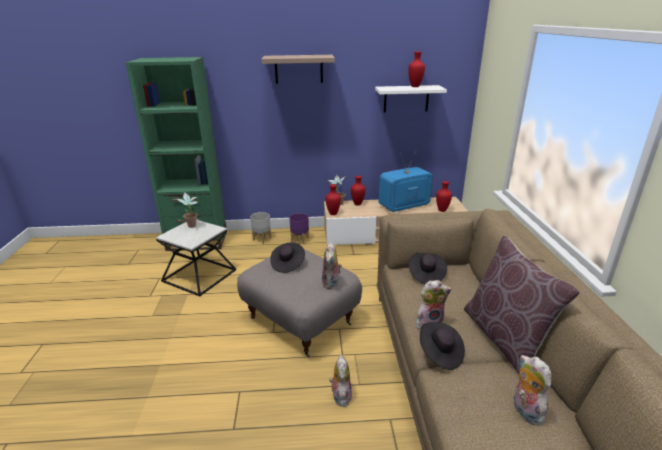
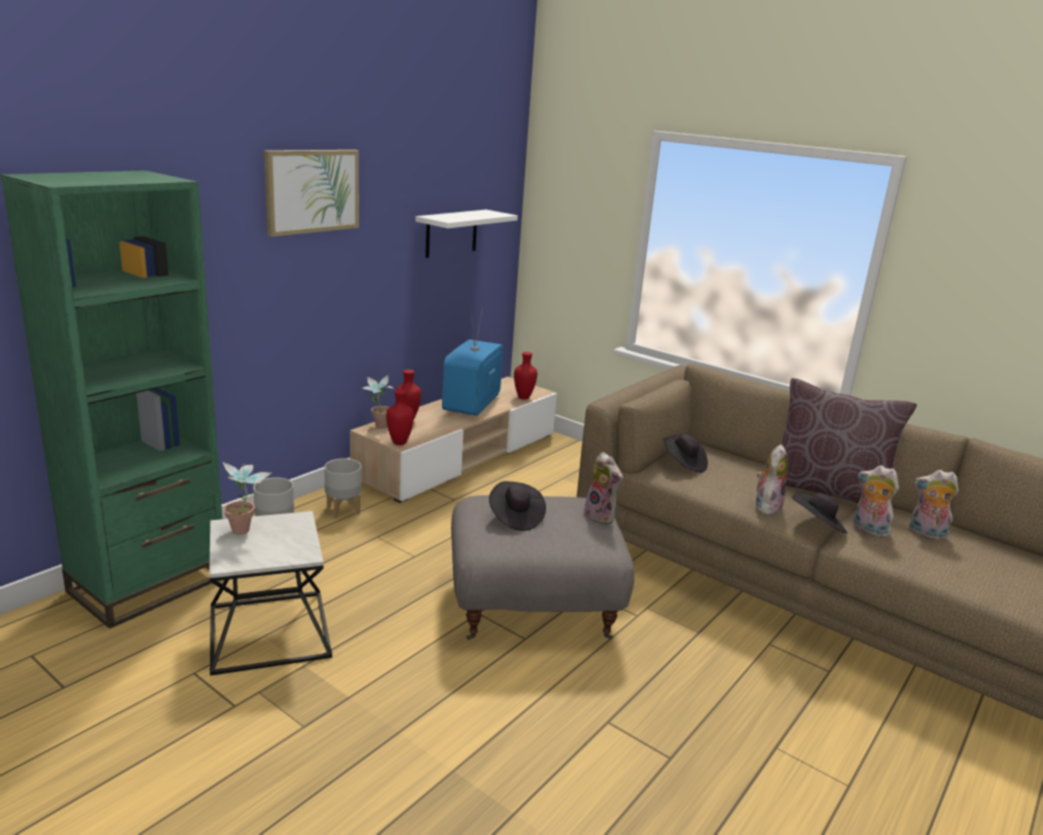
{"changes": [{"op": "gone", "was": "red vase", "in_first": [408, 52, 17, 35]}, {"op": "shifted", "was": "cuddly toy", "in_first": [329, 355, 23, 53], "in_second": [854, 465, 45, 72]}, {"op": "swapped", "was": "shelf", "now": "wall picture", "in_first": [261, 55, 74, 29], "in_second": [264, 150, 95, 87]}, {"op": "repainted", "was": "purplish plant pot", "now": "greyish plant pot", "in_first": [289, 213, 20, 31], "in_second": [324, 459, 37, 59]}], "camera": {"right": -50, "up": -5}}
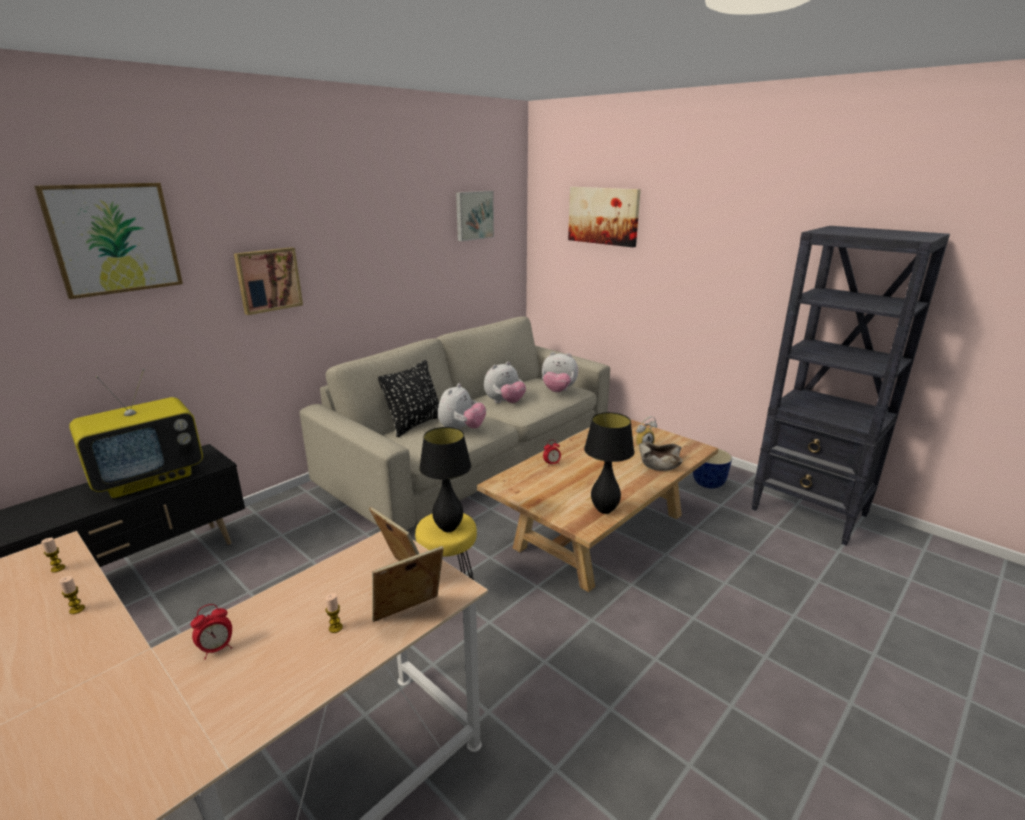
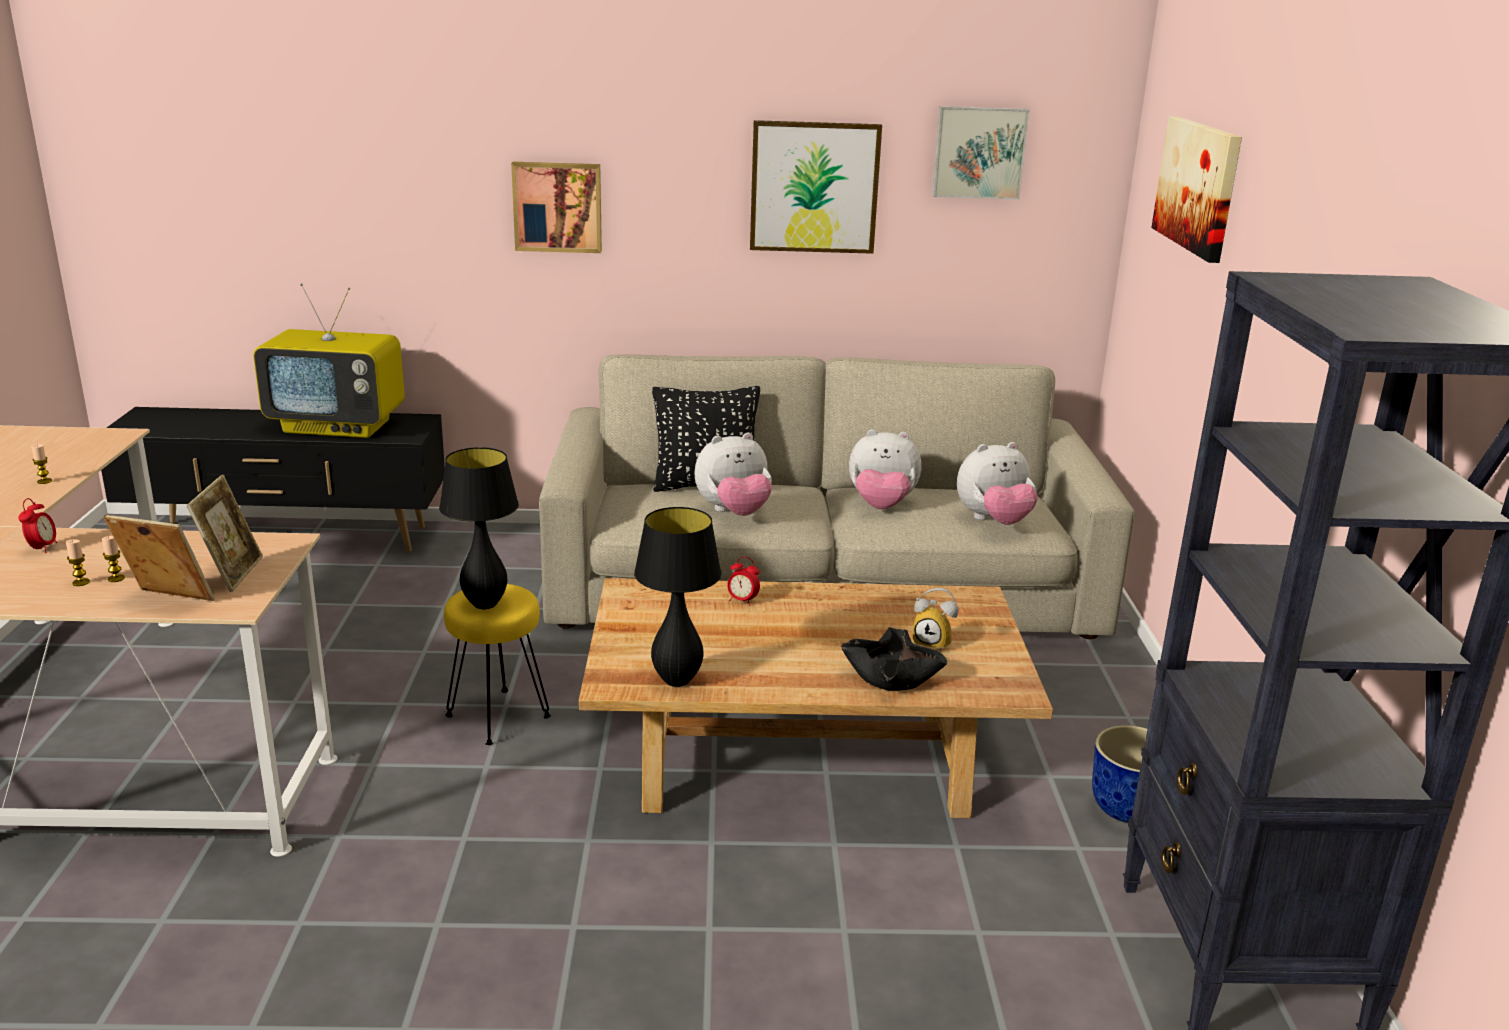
{"changes": [{"op": "shifted", "was": "wall picture", "in_first": [34, 183, 149, 116], "in_second": [750, 120, 132, 134]}, {"op": "shifted", "was": "candle", "in_first": [41, 538, 24, 35], "in_second": [66, 539, 24, 47]}, {"op": "repainted", "was": "beige-coloured serving bowl", "now": "black serving bowl", "in_first": [639, 442, 44, 29], "in_second": [841, 627, 106, 64]}, {"op": "rotated", "was": "table clock", "in_first": [191, 604, 41, 55], "in_second": [19, 498, 38, 55], "clockwise": -105}, {"op": "rotated", "was": "cuddly toy", "in_first": [542, 352, 36, 40], "in_second": [957, 442, 81, 83], "clockwise": -75}], "camera": {"right": 45, "up": 0}}
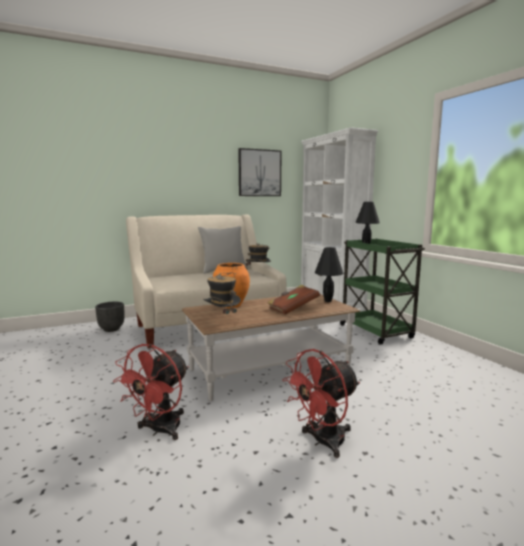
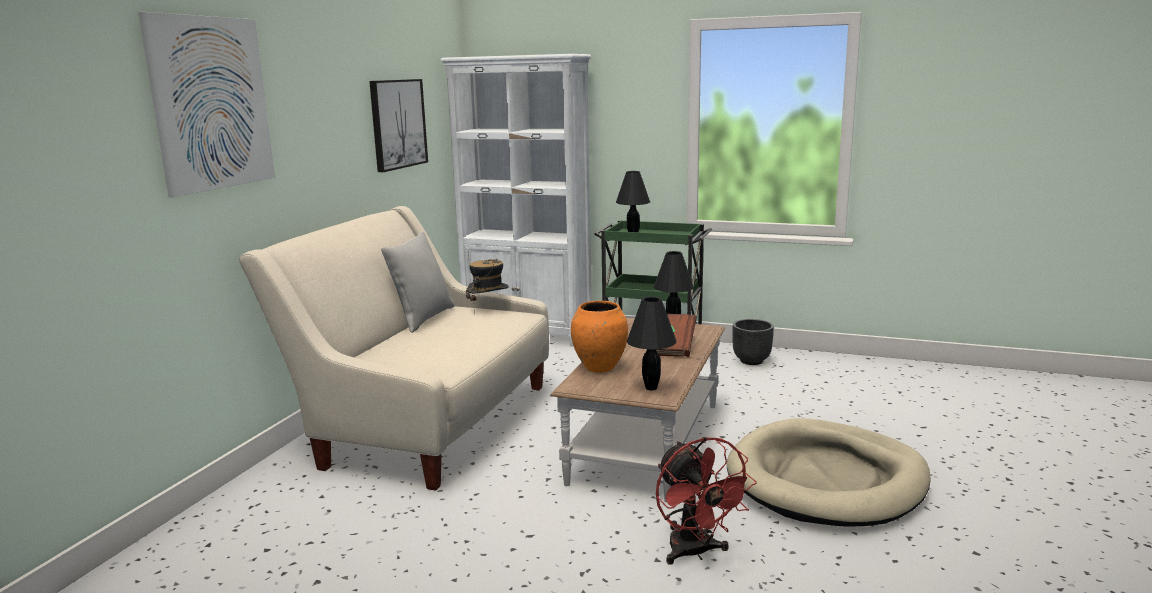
{"changes": [{"op": "new", "now": "wall picture", "in_second": [138, 12, 137, 185]}, {"op": "shifted", "was": "black plant pot", "in_first": [95, 301, 29, 31], "in_second": [732, 319, 42, 46]}, {"op": "swapped", "was": "hat", "now": "black tabletop lamp", "in_first": [203, 272, 38, 42], "in_second": [627, 296, 49, 94]}, {"op": "swapped", "was": "red fan", "now": "beige-coloured dog bed", "in_first": [282, 349, 78, 109], "in_second": [727, 418, 204, 109]}], "camera": {"right": -45, "up": 5}}
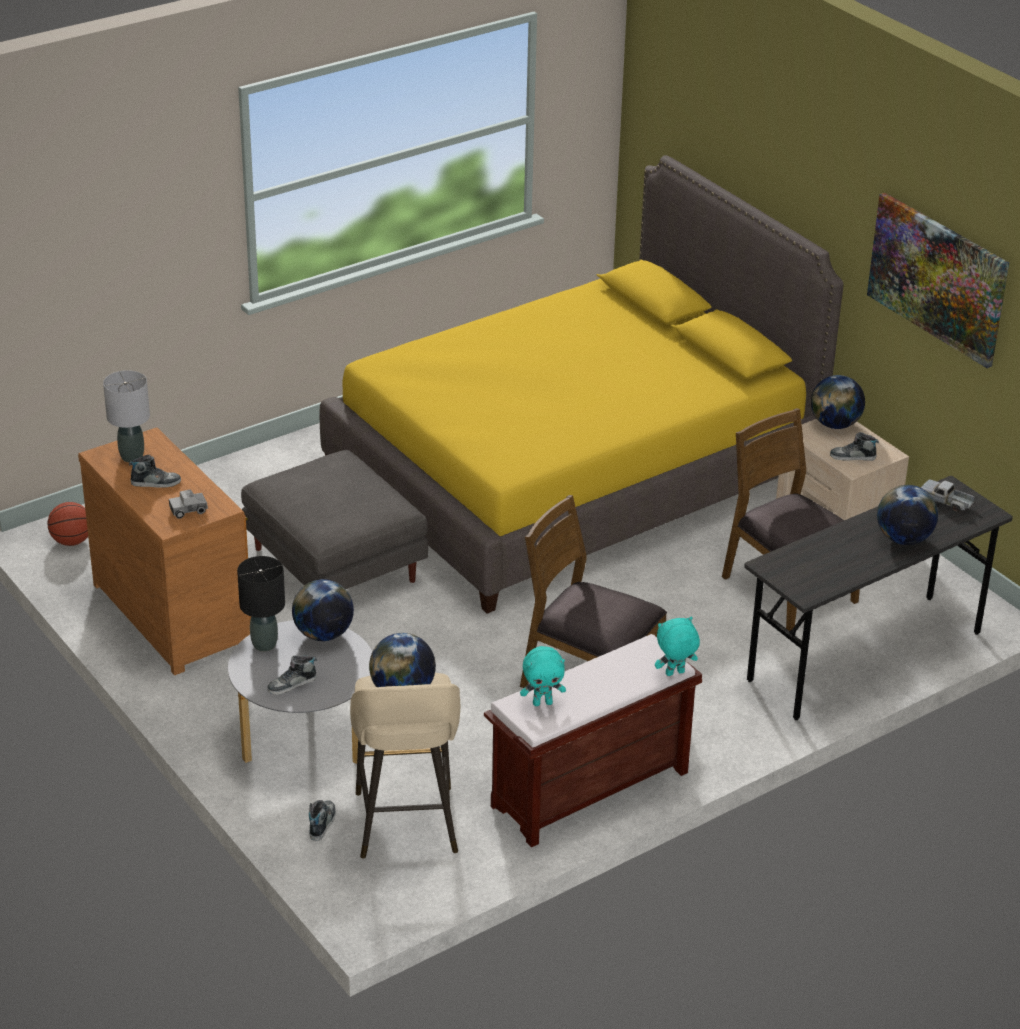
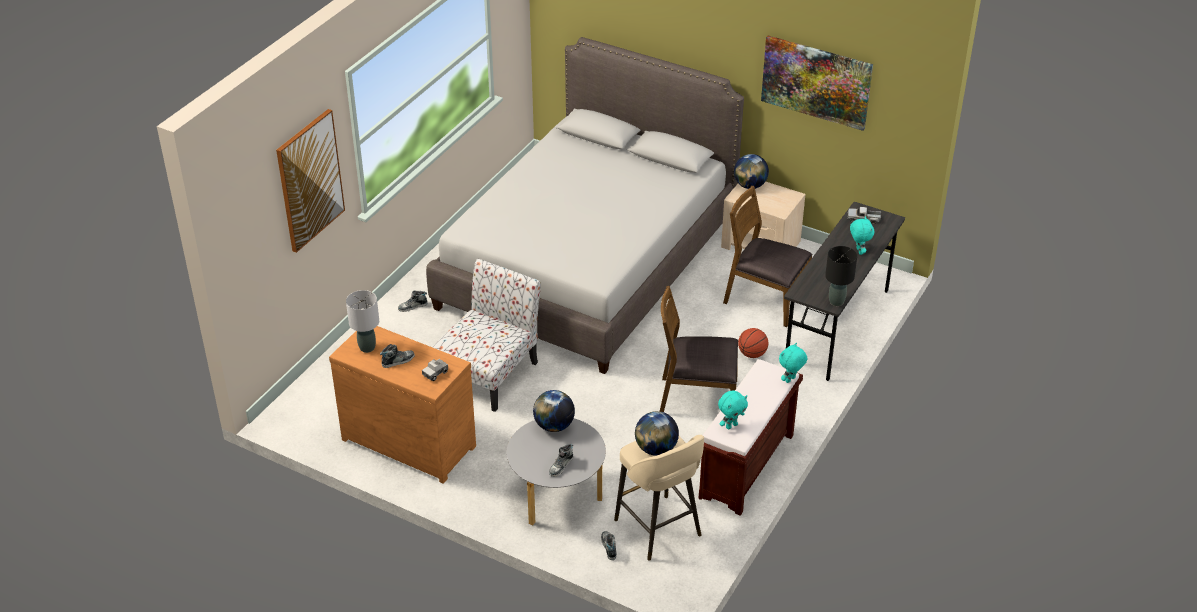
{"changes": [{"op": "new", "now": "wall picture", "in_second": [276, 109, 69, 144]}, {"op": "shifted", "was": "basketball", "in_first": [48, 502, 40, 44], "in_second": [738, 328, 30, 30]}, {"op": "shifted", "was": "black tabletop lamp", "in_first": [237, 556, 48, 95], "in_second": [825, 246, 32, 60]}, {"op": "shifted", "was": "shoe", "in_first": [830, 432, 49, 29], "in_second": [398, 291, 29, 21]}, {"op": "swapped", "was": "greyish ottoman", "now": "plain chair", "in_first": [241, 450, 187, 139], "in_second": [432, 259, 109, 153]}, {"op": "swapped", "was": "desk globe", "now": "blue-green cuddly toy", "in_first": [877, 485, 61, 60], "in_second": [850, 216, 24, 39]}, {"op": "repainted", "was": "yellow sleeping bed", "now": "greyish sleeping bed", "in_first": [320, 155, 524, 458], "in_second": [426, 37, 318, 337]}], "camera": {"right": -25, "up": 5}}
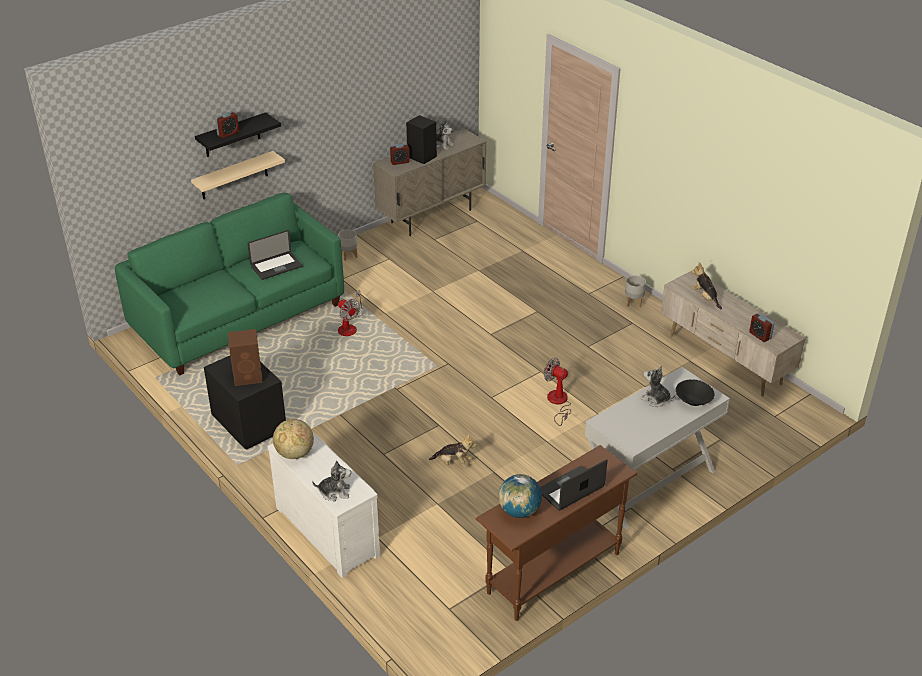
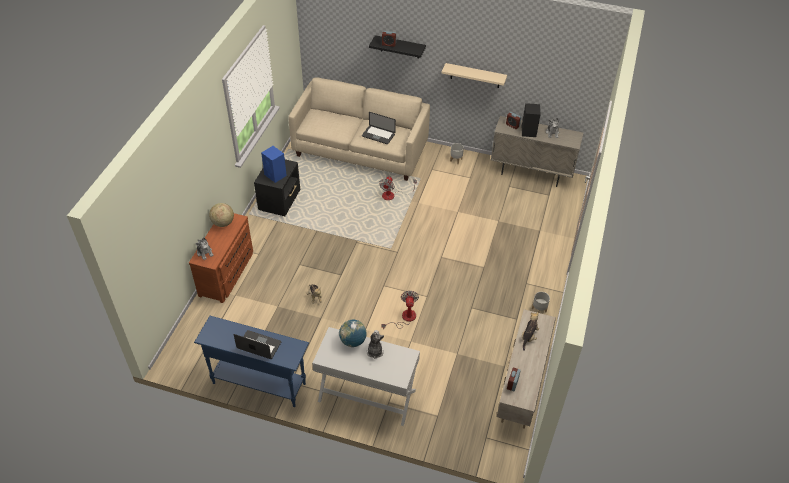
{"changes": [{"op": "gone", "was": "black serving bowl", "in_first": [676, 379, 39, 27]}, {"op": "shifted", "was": "beige-coloured shelf", "in_first": [191, 151, 94, 48], "in_second": [442, 63, 65, 25]}, {"op": "shifted", "was": "desk globe", "in_first": [499, 474, 43, 44], "in_second": [339, 320, 28, 27]}, {"op": "repainted", "was": "green settee", "now": "beige-coloured settee", "in_first": [115, 193, 229, 182], "in_second": [289, 77, 141, 104]}, {"op": "repainted", "was": "brownish speaker", "now": "bluish speaker", "in_first": [228, 329, 35, 57], "in_second": [261, 146, 26, 37]}, {"op": "repainted", "was": "white-coloured dresser", "now": "brownish dresser", "in_first": [268, 433, 112, 145], "in_second": [189, 213, 64, 90]}, {"op": "repainted", "was": "brownish narrow table", "now": "bluish narrow table", "in_first": [476, 445, 161, 176], "in_second": [194, 316, 115, 91]}], "camera": {"right": 55, "up": 10}}
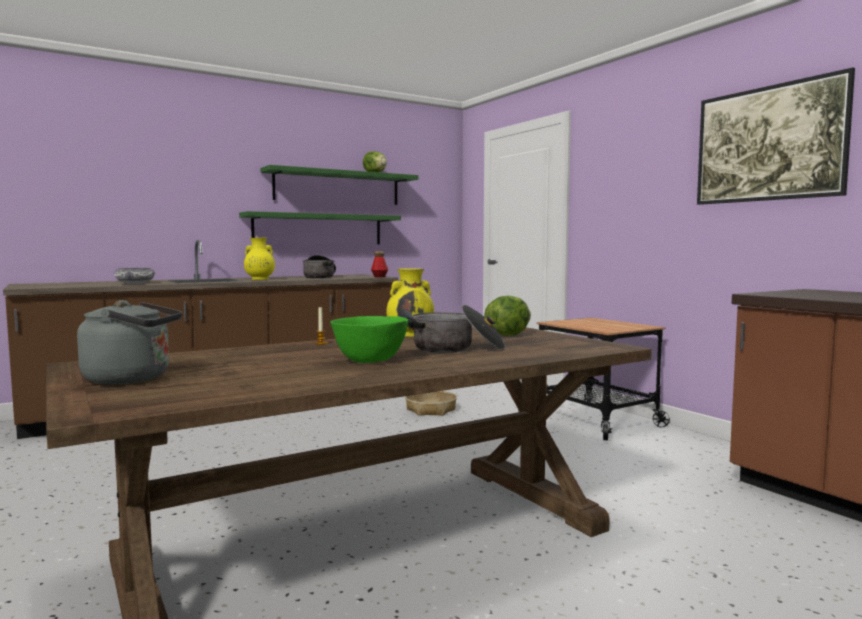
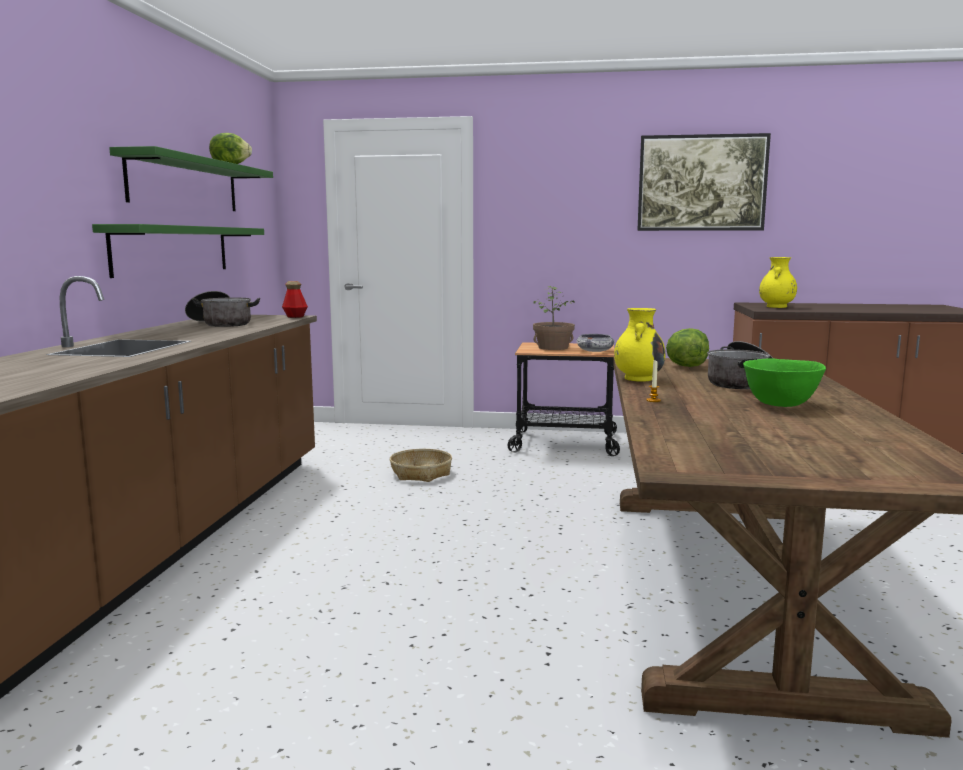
{"changes": [{"op": "gone", "was": "greyish tea kettle", "in_first": [77, 300, 105, 84]}, {"op": "new", "now": "potted plant", "in_second": [533, 286, 42, 64]}, {"op": "shifted", "was": "serving bowl", "in_first": [114, 268, 41, 16], "in_second": [576, 334, 38, 18]}, {"op": "shifted", "was": "yellow vase", "in_first": [244, 238, 31, 42], "in_second": [759, 257, 38, 51]}], "camera": {"right": -50, "up": 5}}
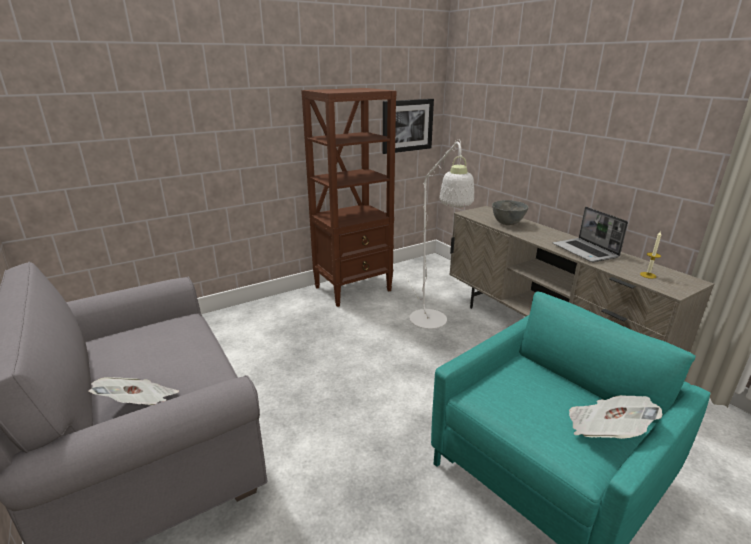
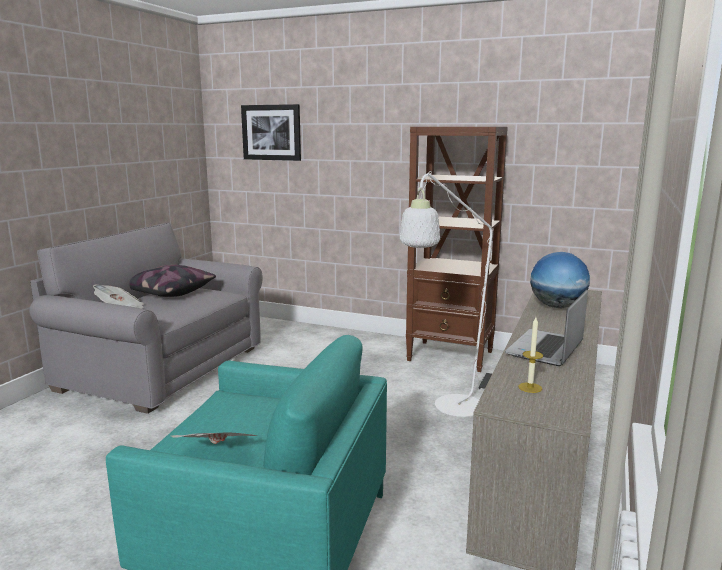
{"changes": [{"op": "new", "now": "throw pillow", "in_second": [129, 265, 87, 32]}, {"op": "shifted", "was": "wall picture", "in_first": [383, 99, 51, 55], "in_second": [241, 104, 60, 57]}, {"op": "swapped", "was": "greyish serving bowl", "now": "desk globe", "in_first": [492, 200, 36, 25], "in_second": [530, 252, 60, 56]}], "camera": {"right": 55, "up": -10}}
